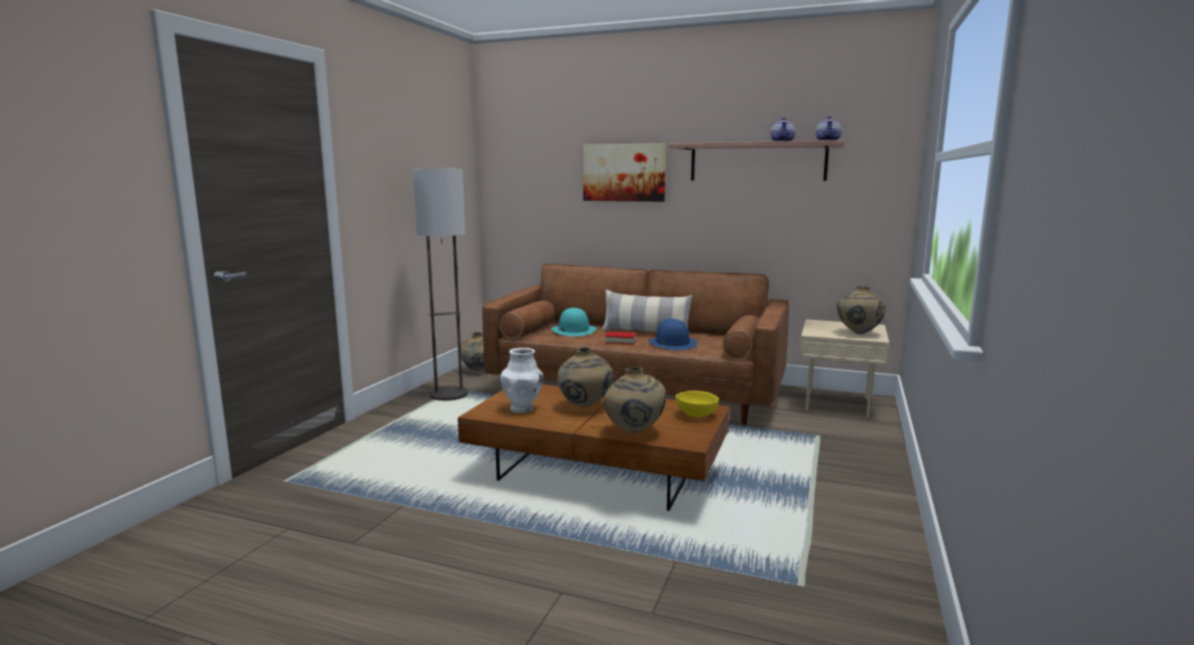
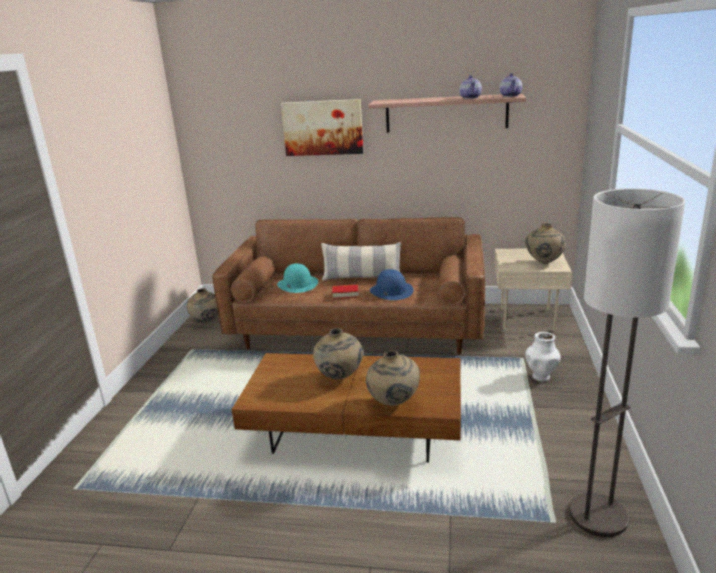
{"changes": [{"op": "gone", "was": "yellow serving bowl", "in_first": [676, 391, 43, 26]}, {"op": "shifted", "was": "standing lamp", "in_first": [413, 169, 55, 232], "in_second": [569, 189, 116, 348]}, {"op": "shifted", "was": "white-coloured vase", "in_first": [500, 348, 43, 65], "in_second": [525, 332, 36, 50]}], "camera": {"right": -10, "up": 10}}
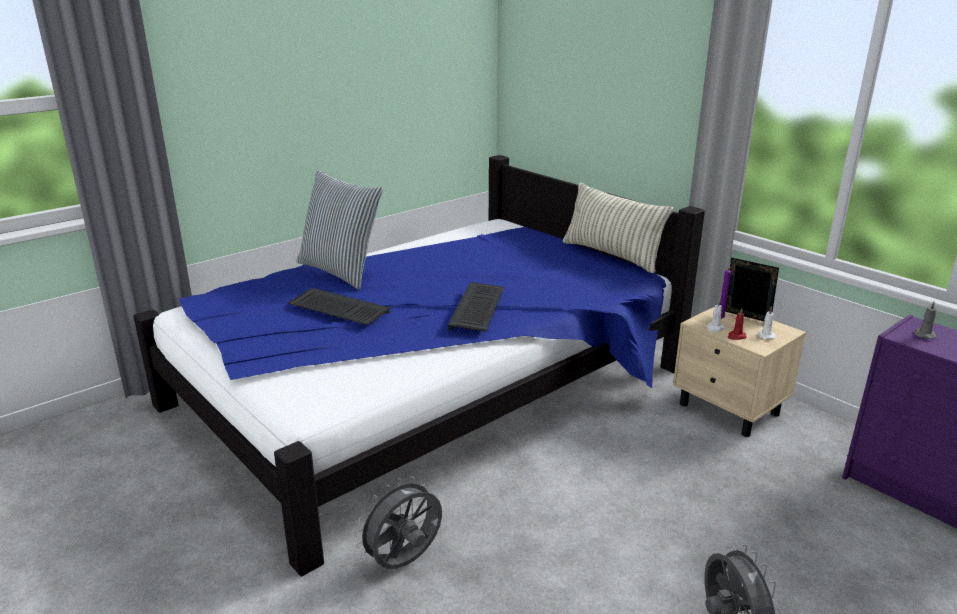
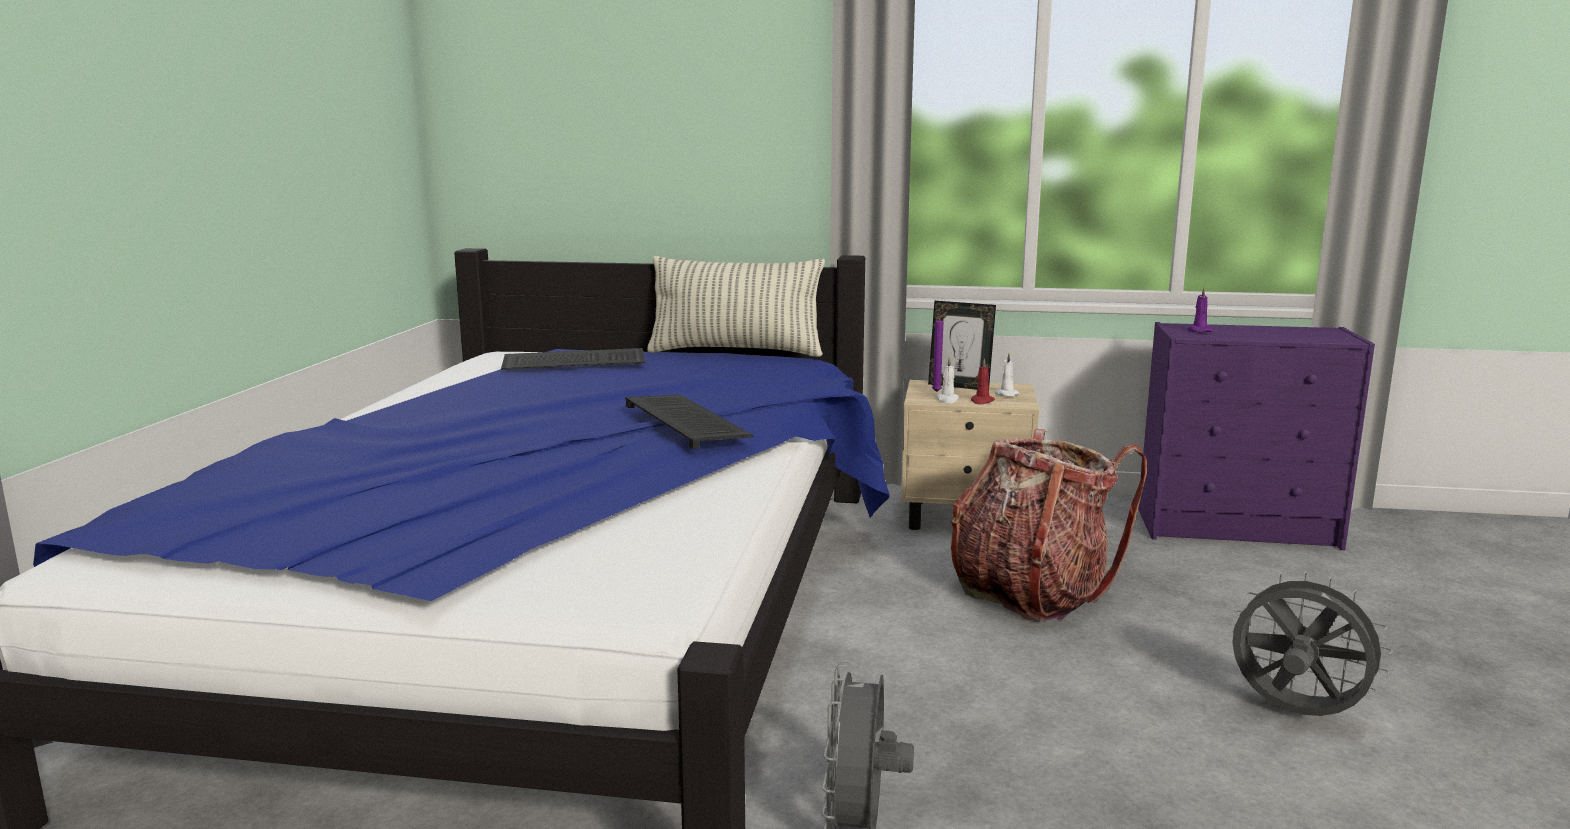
{"changes": [{"op": "gone", "was": "throw pillow", "in_first": [296, 170, 87, 120]}, {"op": "new", "now": "rucksack", "in_second": [951, 429, 196, 193]}, {"op": "shifted", "was": "keyboard", "in_first": [288, 288, 103, 37], "in_second": [501, 348, 144, 22]}, {"op": "repainted", "was": "greyish candle", "now": "purplish candle", "in_first": [914, 302, 22, 37], "in_second": [1187, 288, 26, 44]}, {"op": "rotated", "was": "photo frame", "in_first": [725, 258, 54, 64], "in_second": [928, 301, 68, 89], "clockwise": -150}], "camera": {"right": -40, "up": -10}}
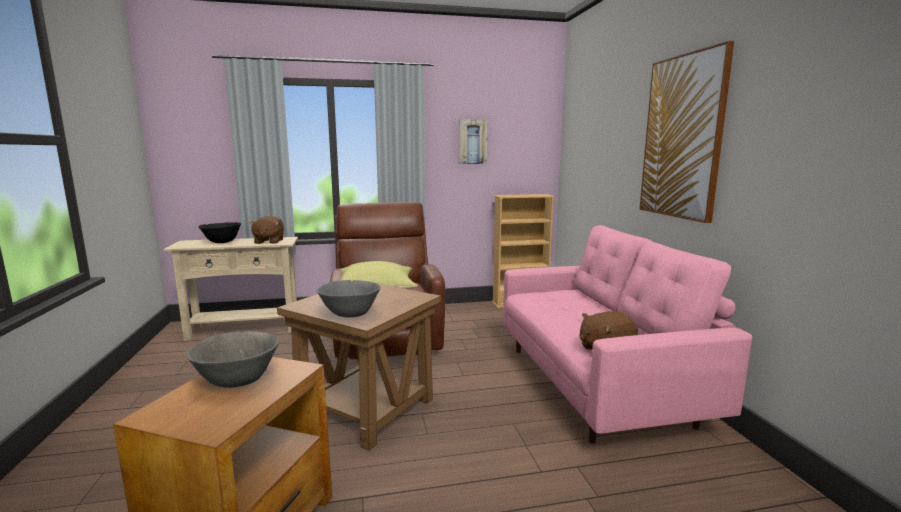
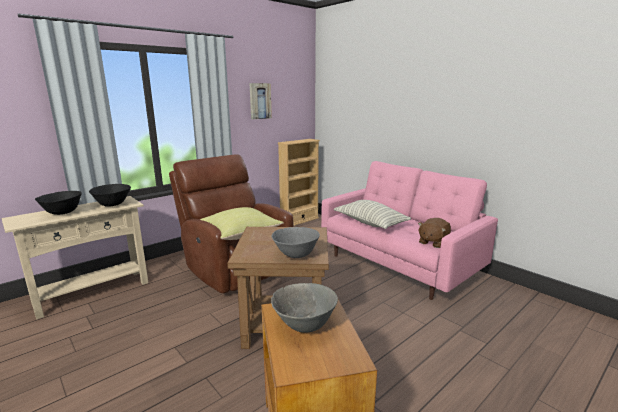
{"changes": [{"op": "gone", "was": "wall picture", "in_first": [639, 41, 95, 182]}, {"op": "new", "now": "throw pillow", "in_second": [334, 200, 77, 29]}, {"op": "swapped", "was": "brownish cuddly toy", "now": "black serving bowl", "in_first": [249, 216, 35, 28], "in_second": [89, 184, 42, 23]}], "camera": {"right": -30, "up": 5}}
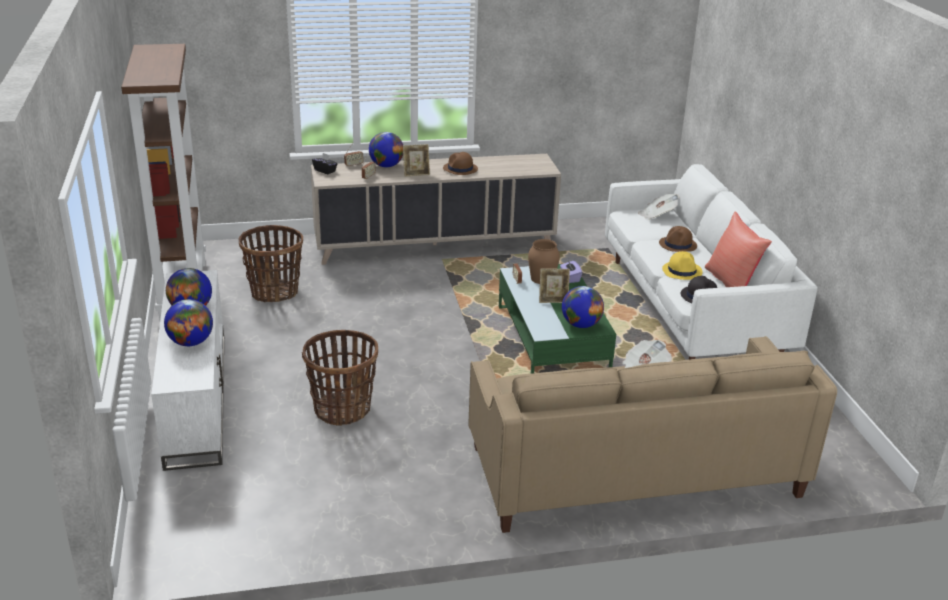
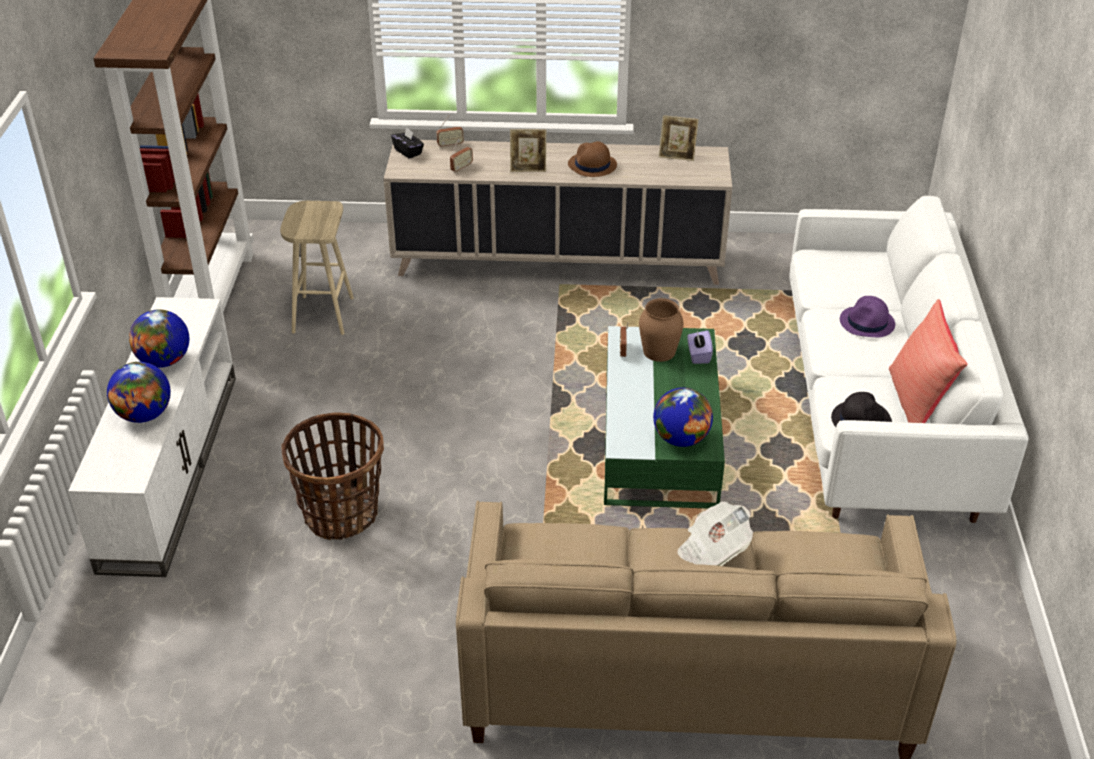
{"changes": [{"op": "gone", "was": "desk globe", "in_first": [369, 132, 34, 35]}, {"op": "gone", "was": "printed paper", "in_first": [638, 193, 42, 27]}, {"op": "gone", "was": "yellow hat", "in_first": [662, 251, 40, 29]}, {"op": "shifted", "was": "photo frame", "in_first": [539, 268, 31, 35], "in_second": [659, 115, 40, 46]}, {"op": "swapped", "was": "basket", "now": "beige-coloured stool seat", "in_first": [239, 225, 64, 77], "in_second": [280, 201, 74, 134]}, {"op": "repainted", "was": "brownish hat", "now": "purplish hat", "in_first": [659, 226, 38, 26], "in_second": [840, 296, 55, 41]}], "camera": {"right": 15, "up": 10}}
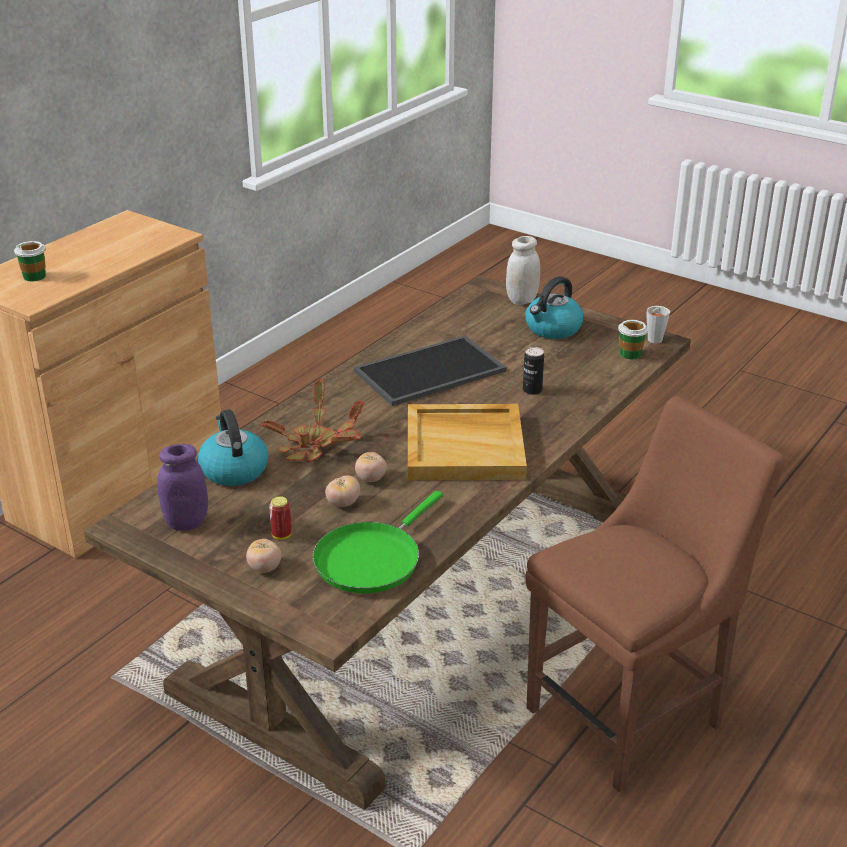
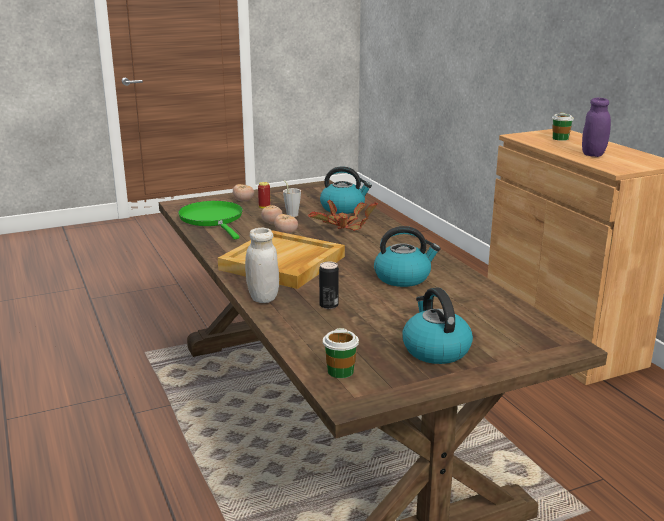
{"changes": [{"op": "gone", "was": "brownish plain chair", "in_first": [525, 396, 260, 396]}, {"op": "shifted", "was": "purplish storage jar", "in_first": [157, 444, 51, 87], "in_second": [582, 98, 29, 59]}, {"op": "shifted", "was": "white-coloured storage jar", "in_first": [506, 236, 34, 69], "in_second": [245, 228, 34, 75]}, {"op": "shifted", "was": "greyish small cup", "in_first": [647, 306, 23, 37], "in_second": [283, 180, 18, 37]}, {"op": "swapped", "was": "carrying tray", "now": "tea kettle", "in_first": [354, 336, 153, 70], "in_second": [374, 226, 67, 61]}], "camera": {"right": 120, "up": -10}}
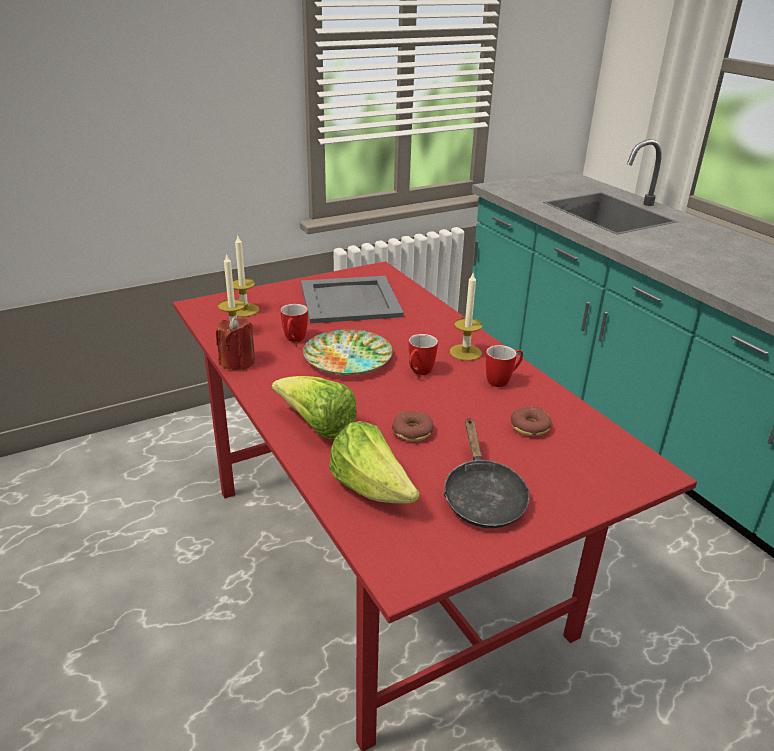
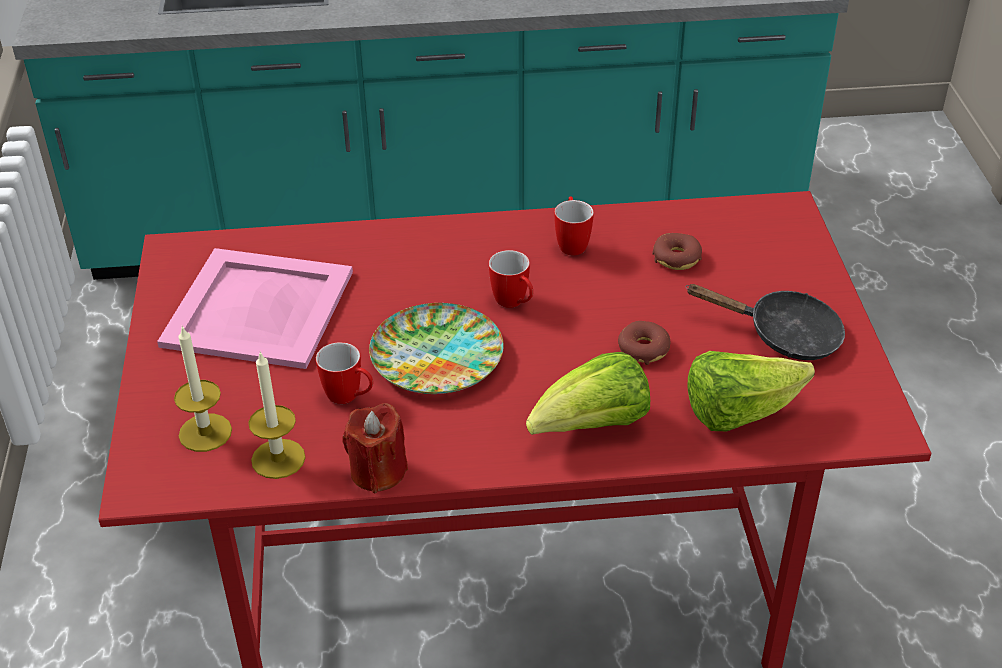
{"changes": [{"op": "gone", "was": "candle", "in_first": [450, 273, 32, 88]}, {"op": "repainted", "was": "greyish carrying tray", "now": "pink carrying tray", "in_first": [301, 276, 103, 48], "in_second": [157, 248, 196, 121]}], "camera": {"right": -65, "up": 10}}
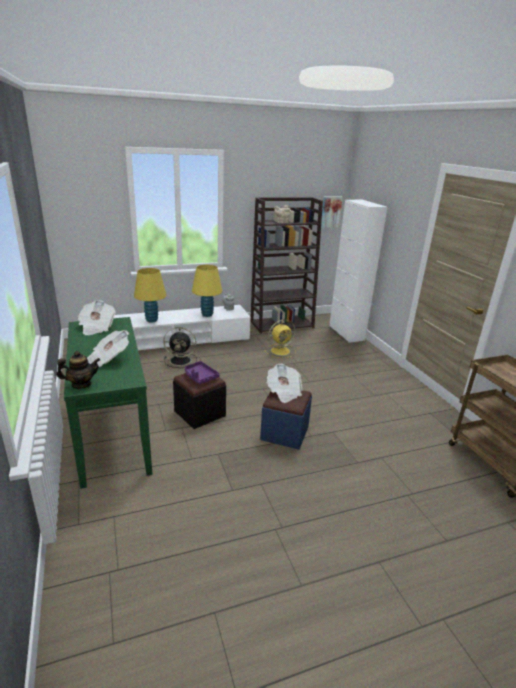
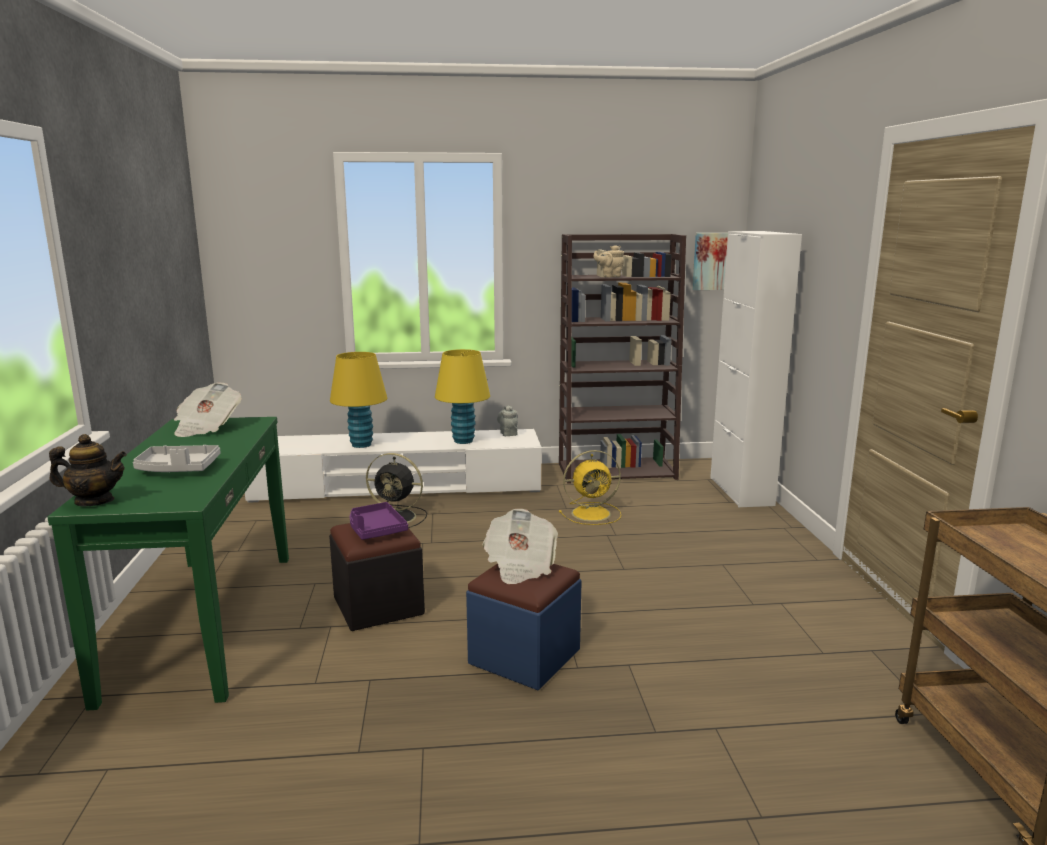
{"changes": [{"op": "swapped", "was": "printed paper", "now": "greyish carrying tray", "in_first": [87, 330, 42, 37], "in_second": [133, 445, 88, 27]}], "camera": {"right": 15, "up": -10}}
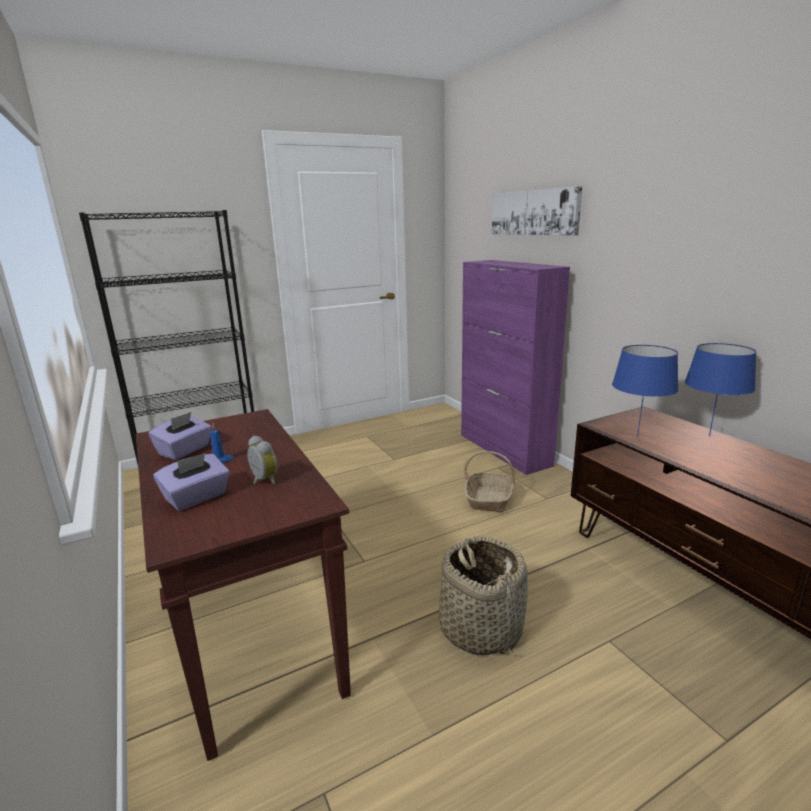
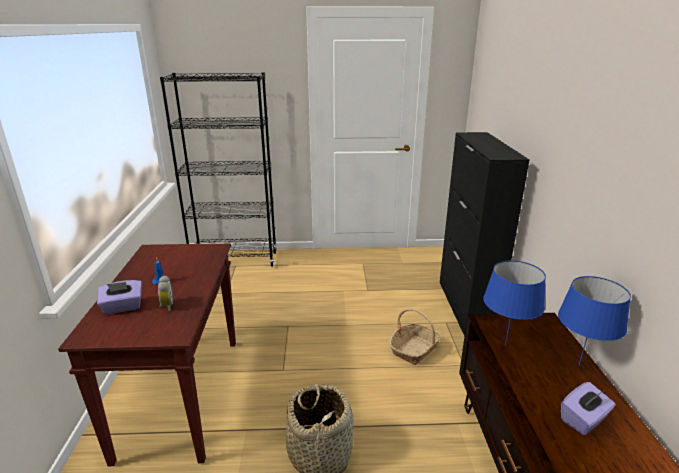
{"changes": [{"op": "gone", "was": "wall picture", "in_first": [492, 186, 90, 50]}, {"op": "shifted", "was": "purplish tissue holder", "in_first": [148, 412, 64, 48], "in_second": [561, 382, 55, 53]}, {"op": "repainted", "was": "purplish cupboard", "now": "black cupboard", "in_first": [461, 260, 109, 215], "in_second": [440, 132, 89, 204]}], "camera": {"right": 25, "up": 5}}
